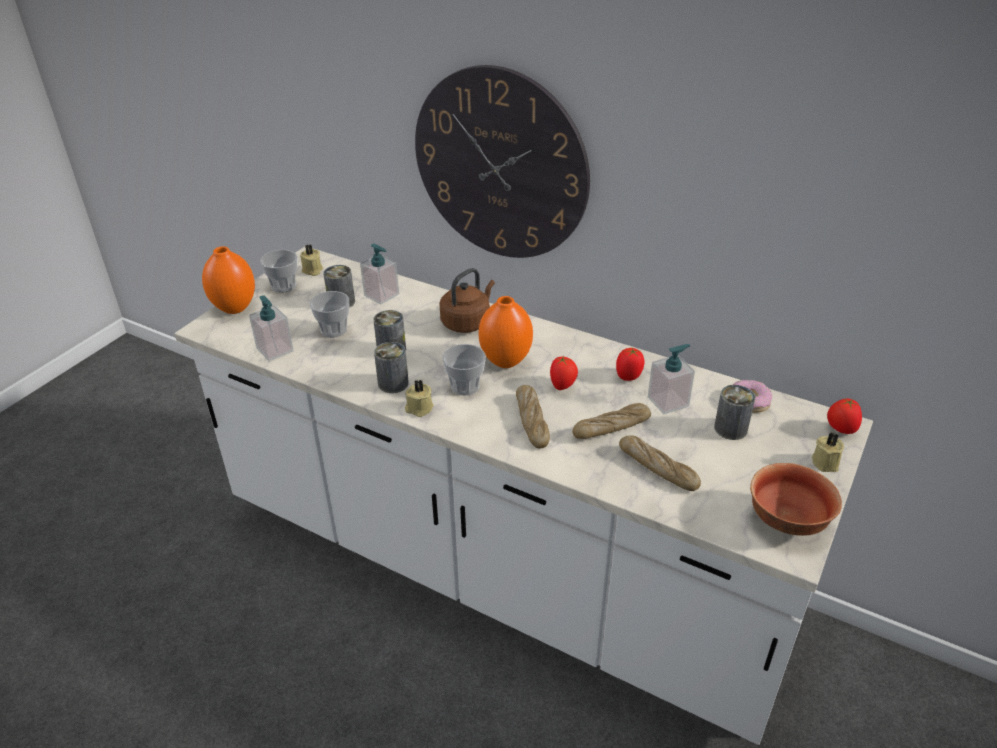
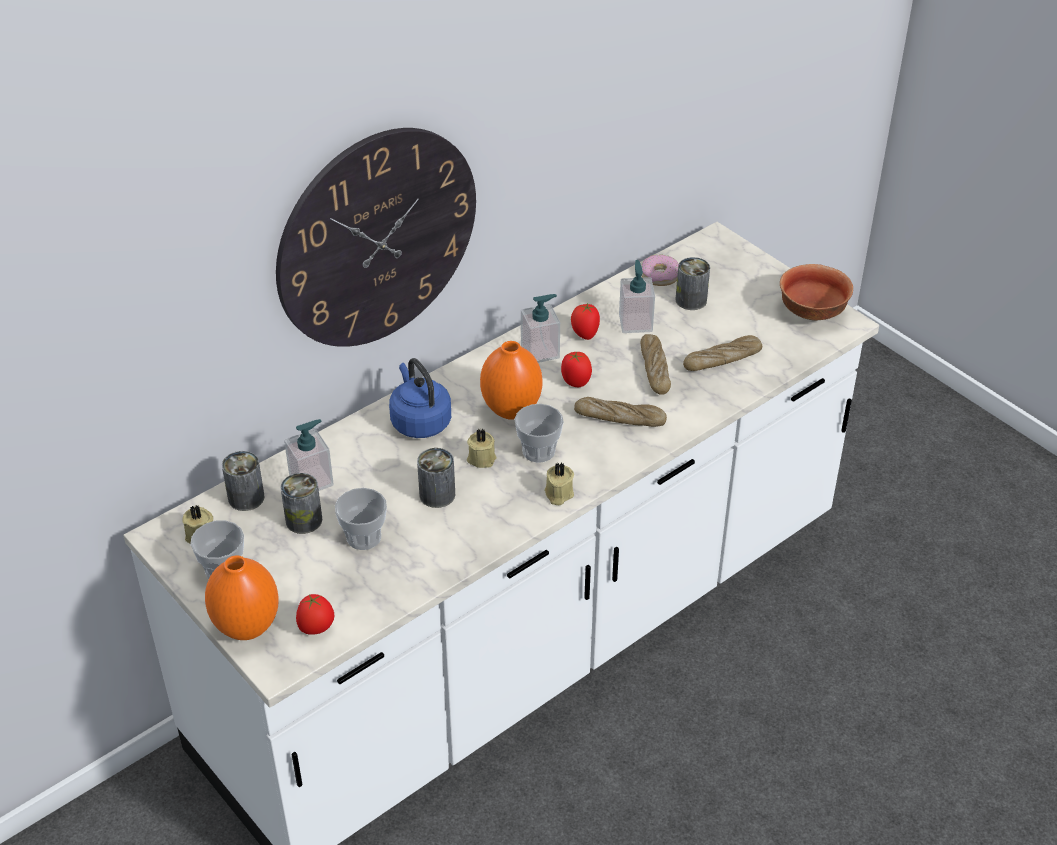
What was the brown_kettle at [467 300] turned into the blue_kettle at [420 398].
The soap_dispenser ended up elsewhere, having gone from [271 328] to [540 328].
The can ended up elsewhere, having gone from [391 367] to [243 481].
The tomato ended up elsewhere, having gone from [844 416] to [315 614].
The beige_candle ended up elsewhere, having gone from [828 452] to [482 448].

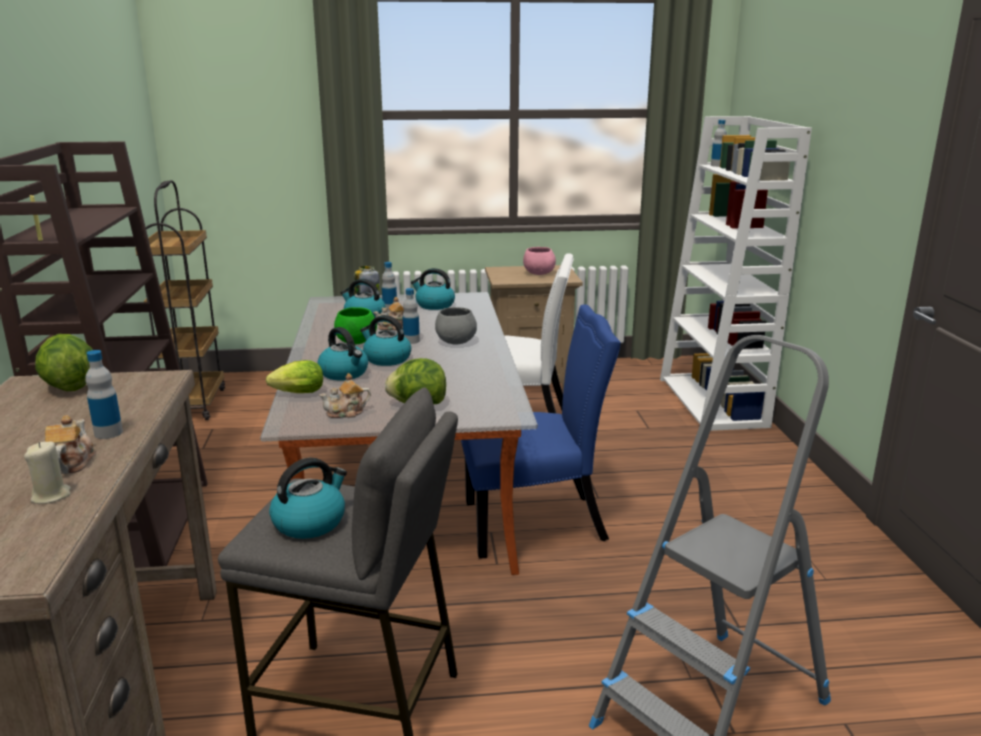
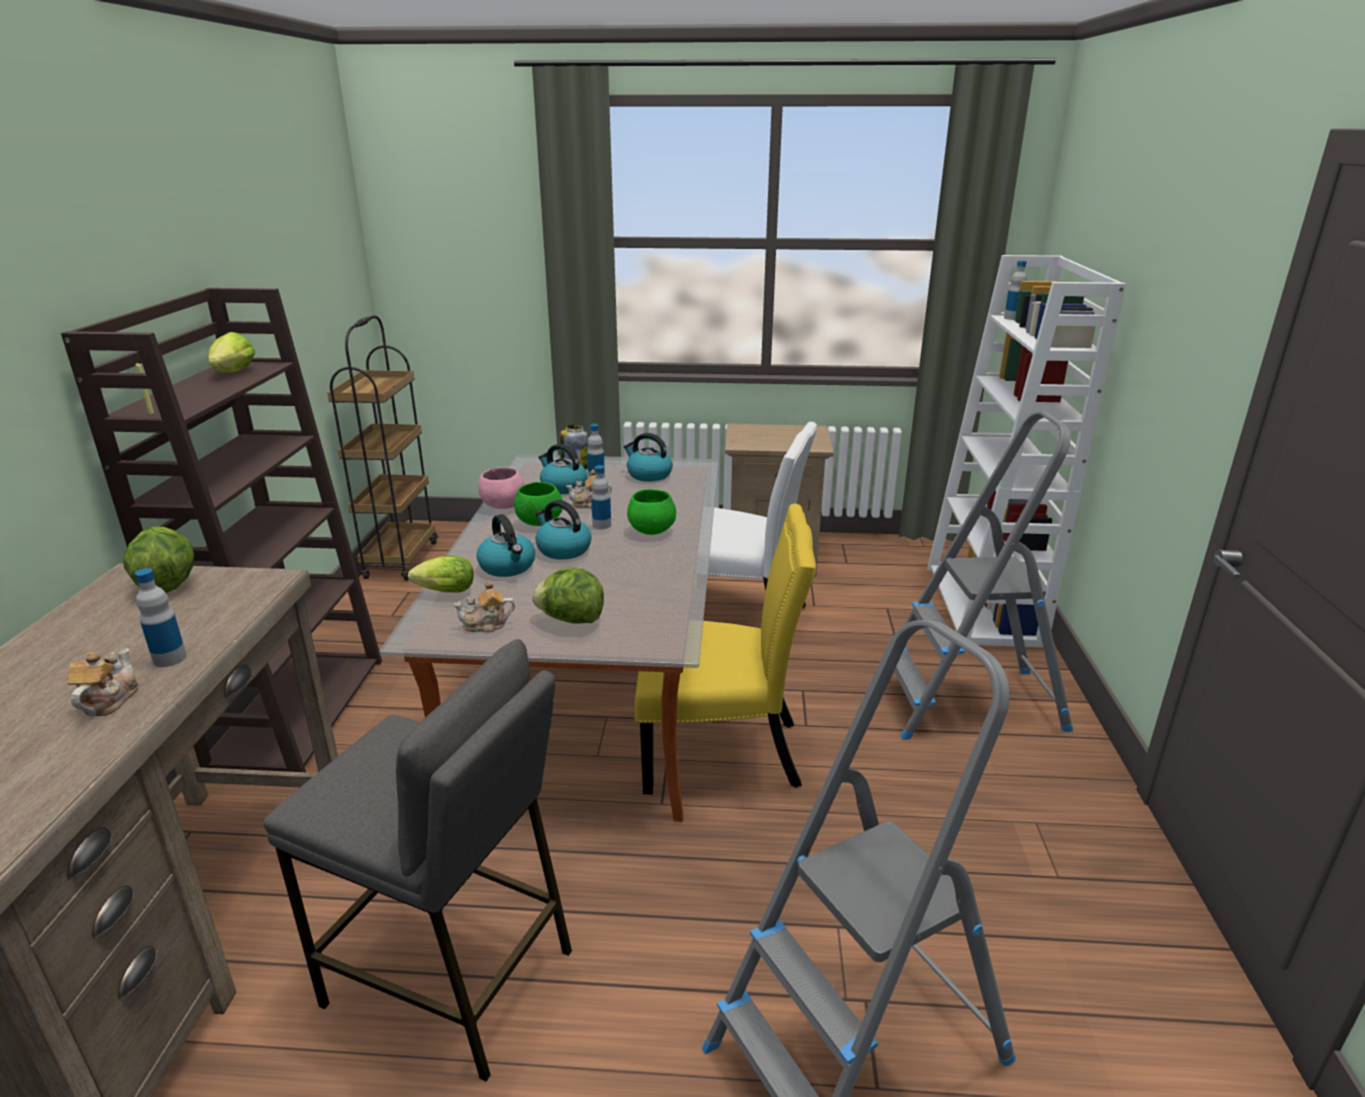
The pink_bowl ended up elsewhere, having gone from [539 261] to [501 488].
What was the blue_chair at [541 431] turned into the yellow_chair at [725 649].
What was the grey_bowl at [456 326] turned into the green_bowl at [651 512].
The second view lost the beige_candle at [47 472].
The second view lost the kettle at [308 498].
The second view gained the lettuce at [232 352].
The second view gained the grey_step_ladder at [979 575].

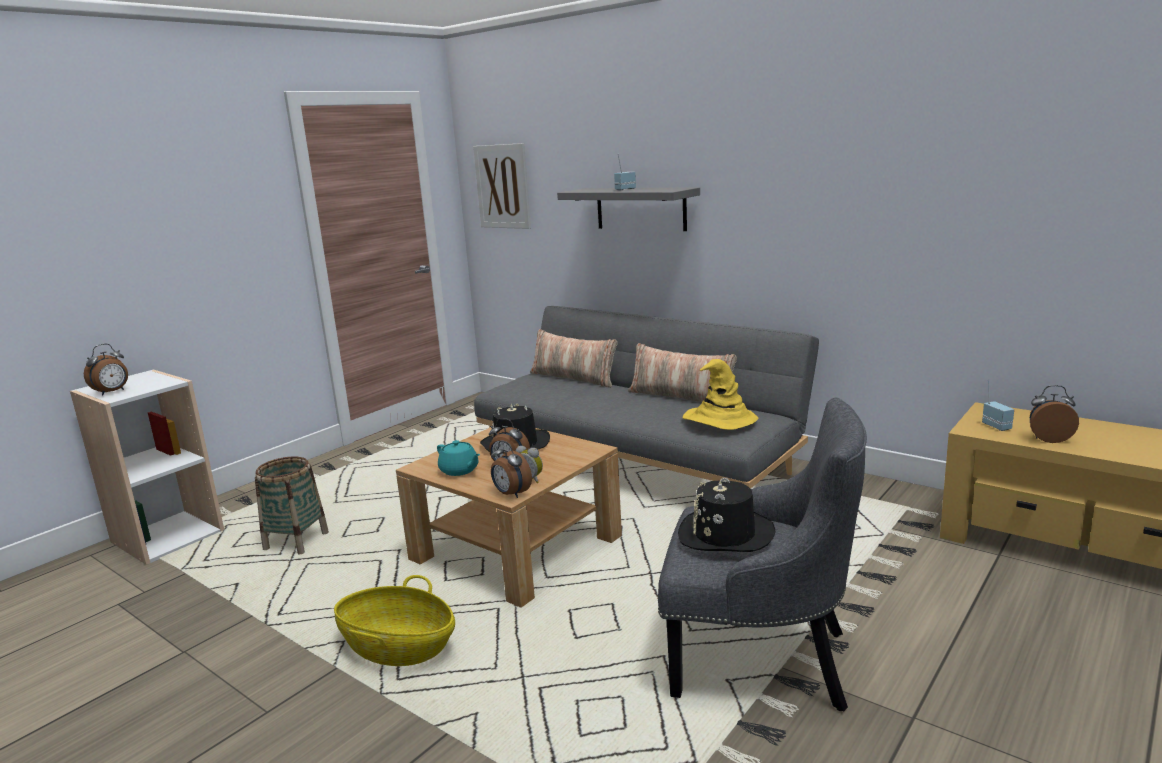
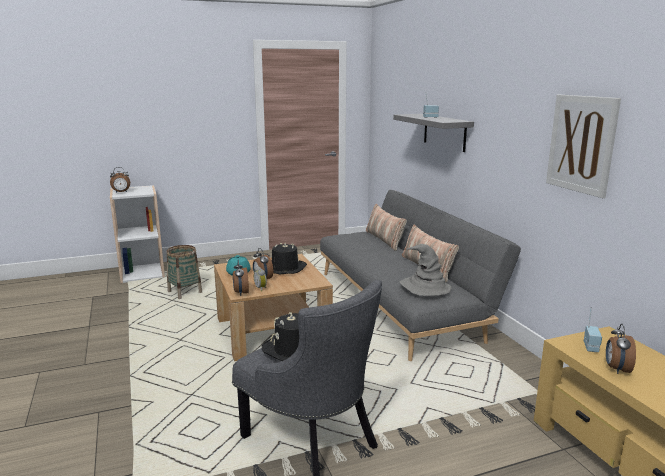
The picture ended up elsewhere, having gone from [502 186] to [583 146].
What was the yellow_hat at [720 394] turned into the grey_hat at [426 270].
The alarm_clock at [1054 414] ended up facing another way, 120 degrees counterclockwise from before.
The second view lost the basket at [394 620].

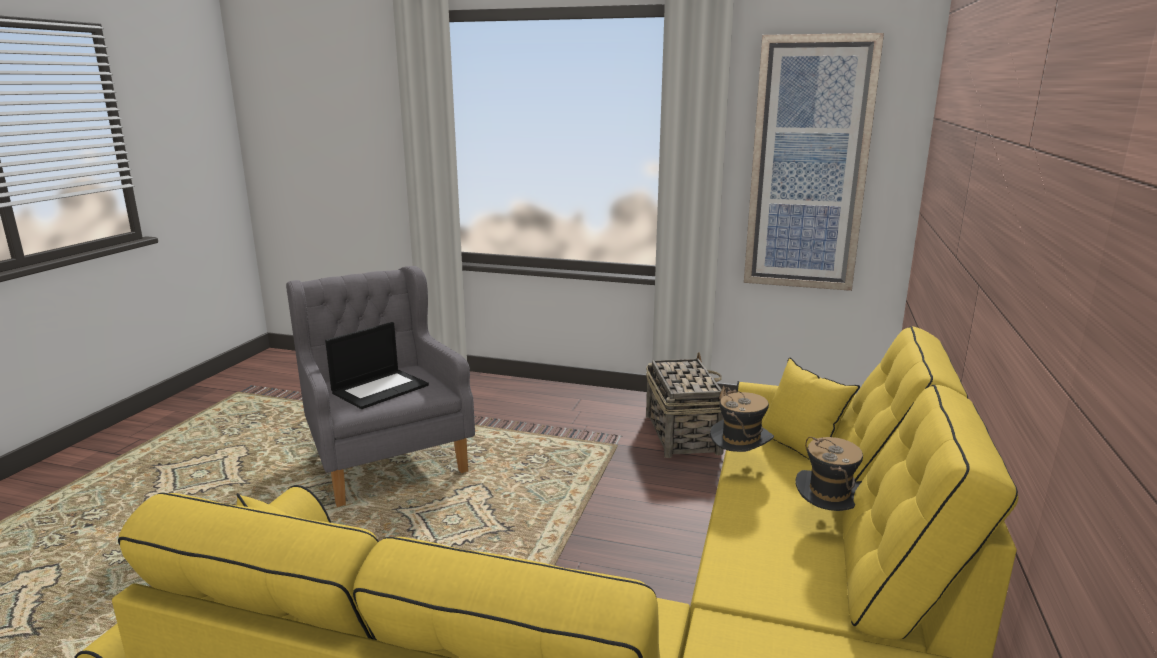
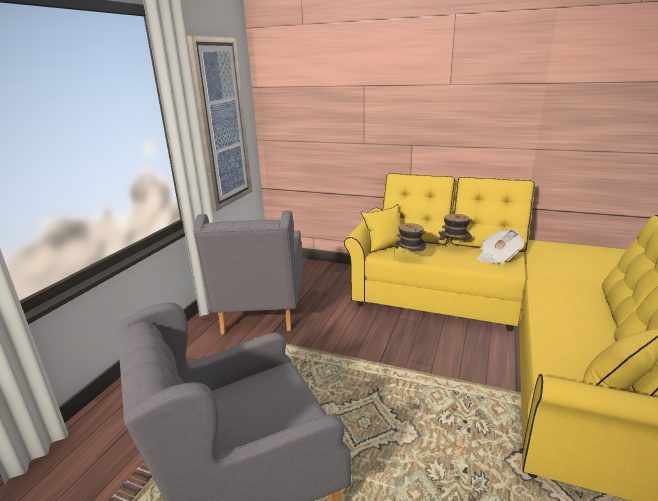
The second view lost the laptop at [377 365].
Where the basket stood at [686 405], the grey_armchair came to stand at [248 272].
The second view gained the newspaper at [501 247].

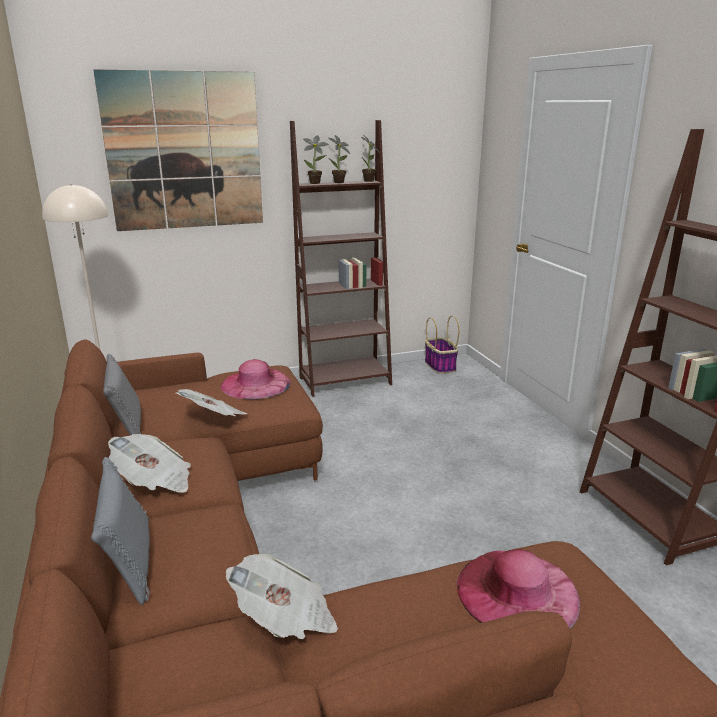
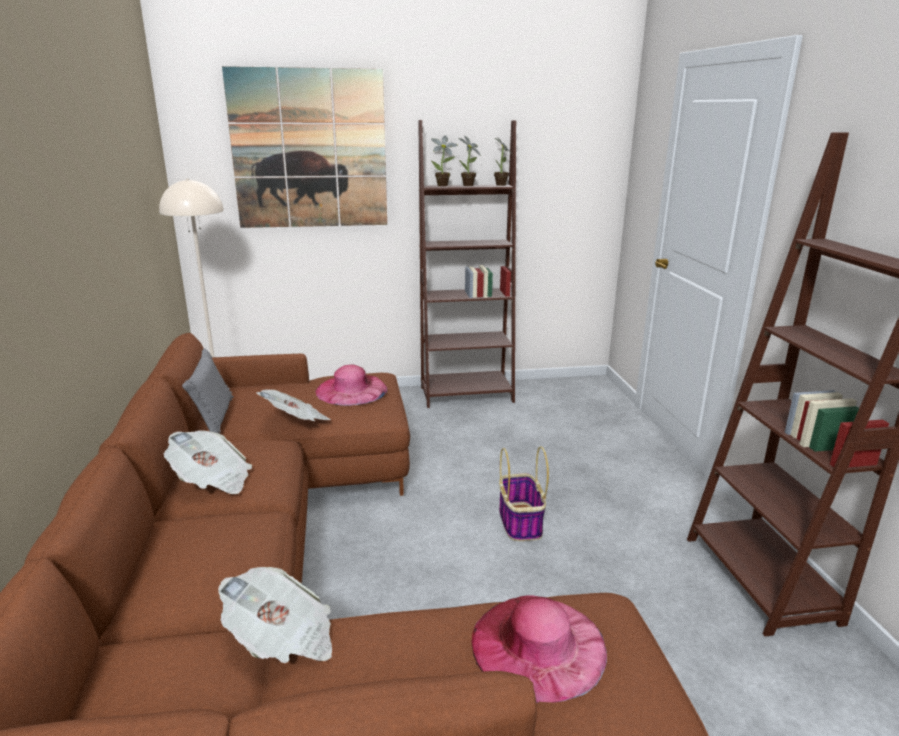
The basket ended up elsewhere, having gone from [442 344] to [524 493].
The second view lost the grey_pillow at [120 531].

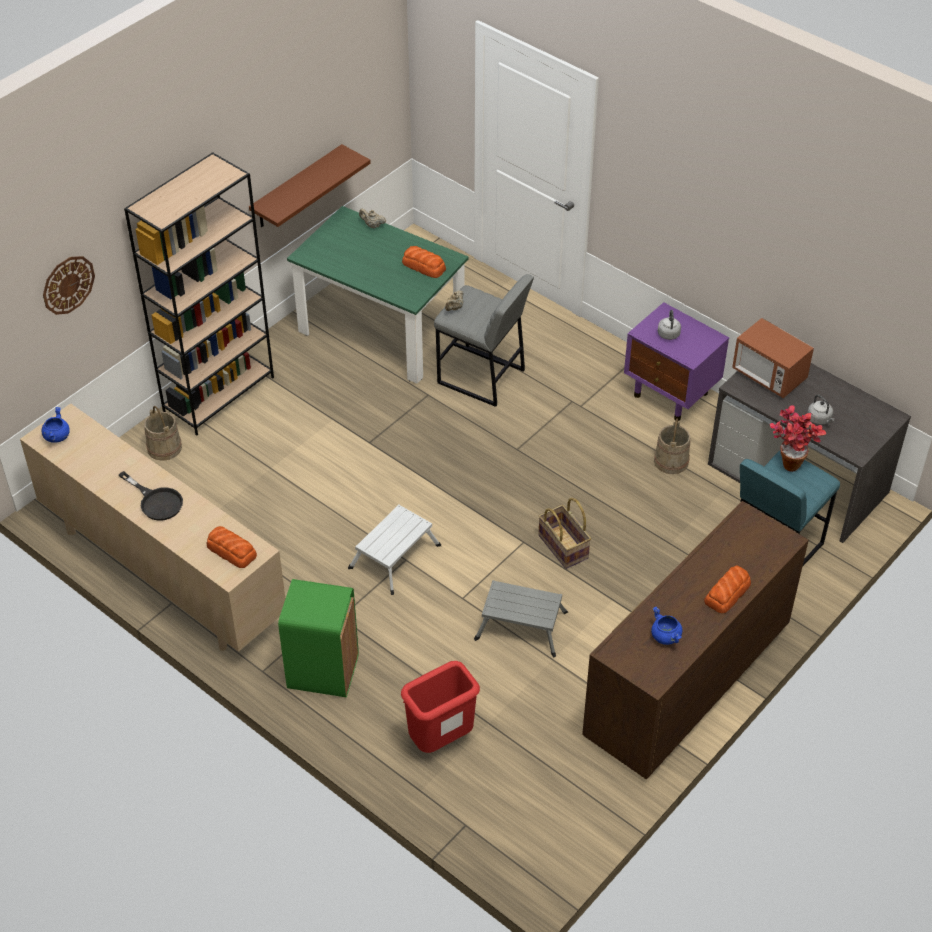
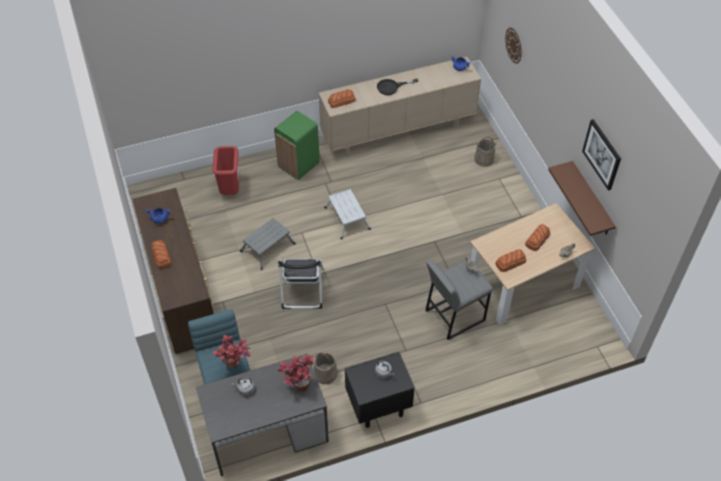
The second view lost the beige_bookcase at [199 293].
What was the green_dining_table at [378 295] turned into the beige_dining_table at [532 264].
What was the purple_nightstand at [676 361] turned into the black_nightstand at [380 390].
Where the microwave stood at [773 358], the potted_plant came to stand at [296 373].
Where the basket stood at [564 533], the step_ladder came to stand at [300 284].
The second view gained the picture at [601 155].
The second view gained the bread at [537 237].

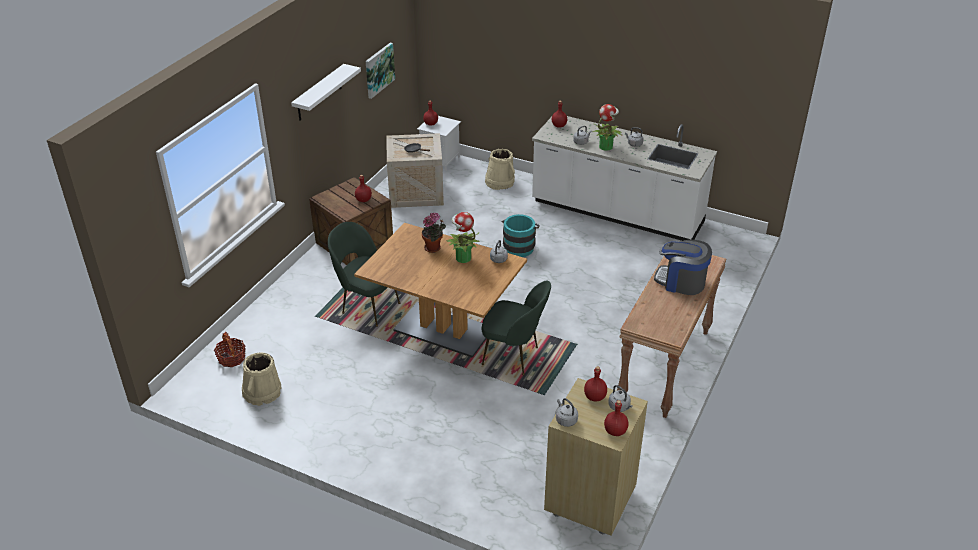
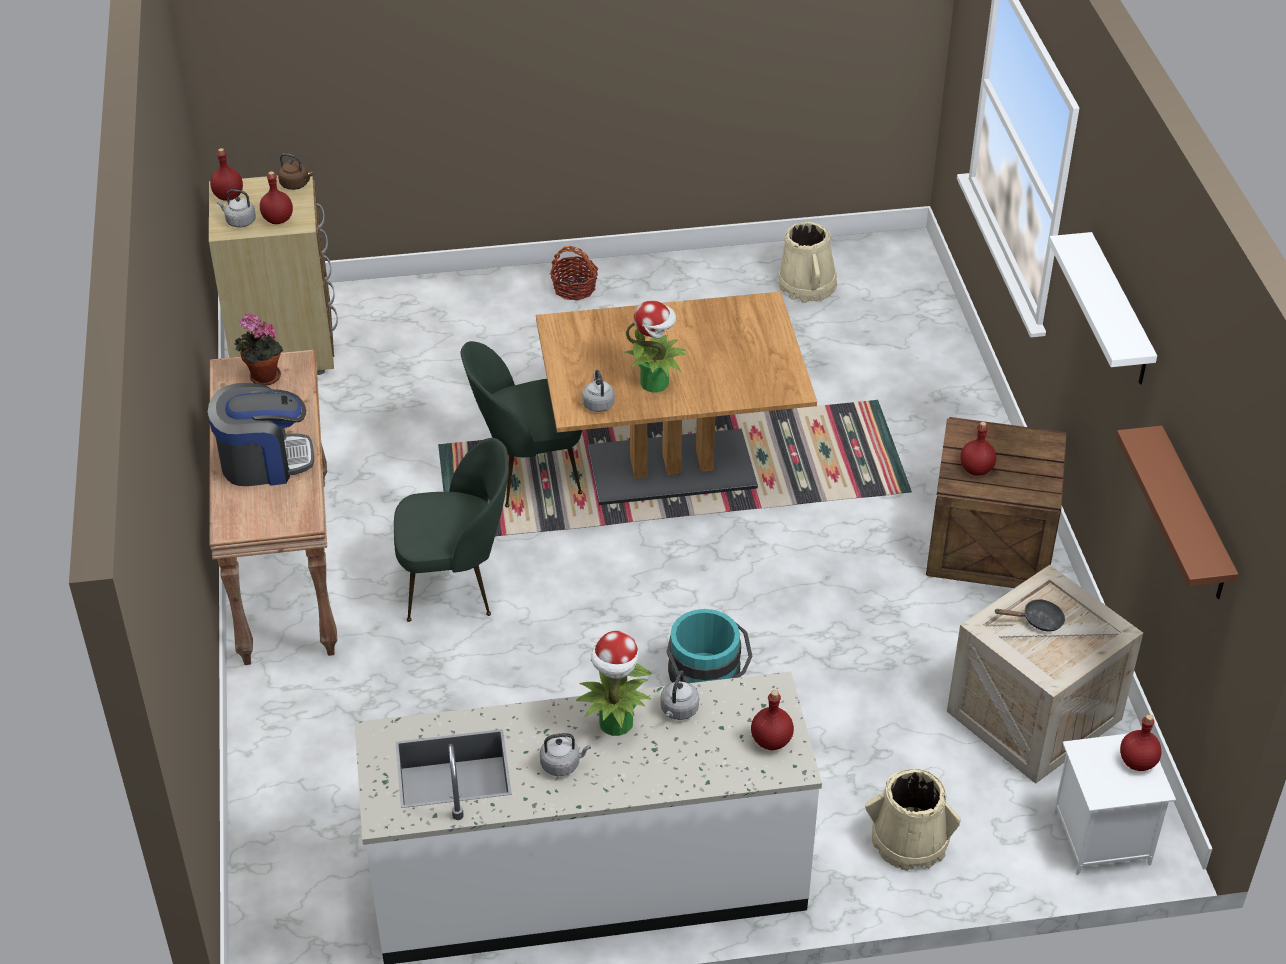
Where the picture hung at [380 71], the brown_shelf came to hang at [1177 512].
The potted_plant ended up elsewhere, having gone from [434 232] to [258 350].
The green_chair ended up elsewhere, having gone from [364 274] to [451 530].
The basket ended up elsewhere, having gone from [230 349] to [574 273].
What was the grey_kettle at [567 412] turned into the brown_kettle at [295 171].

